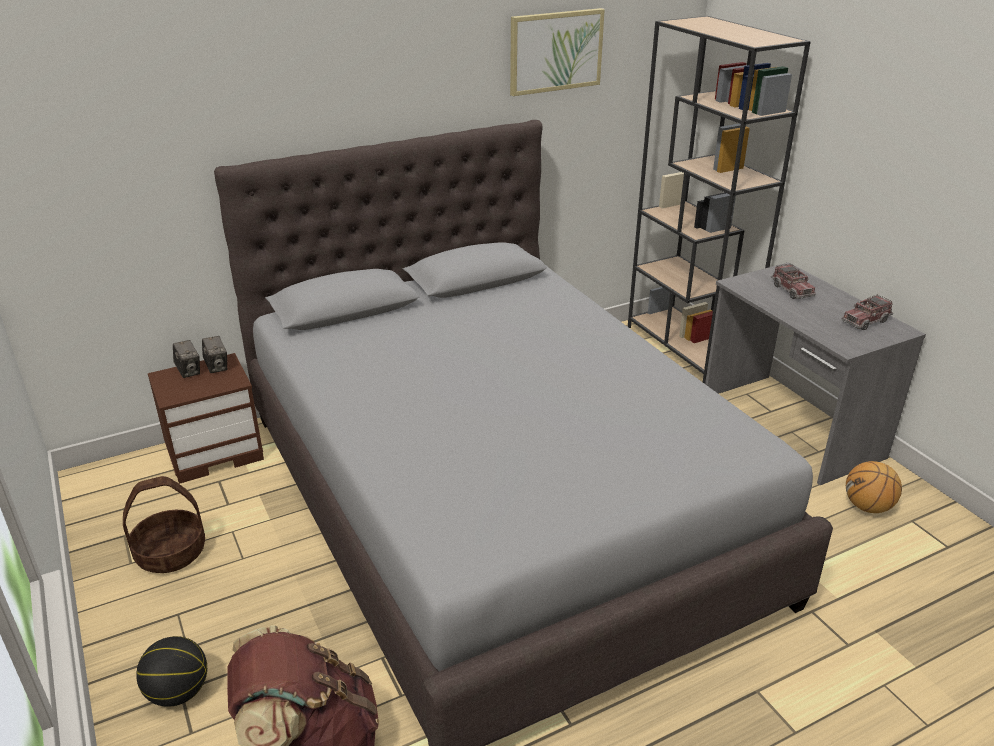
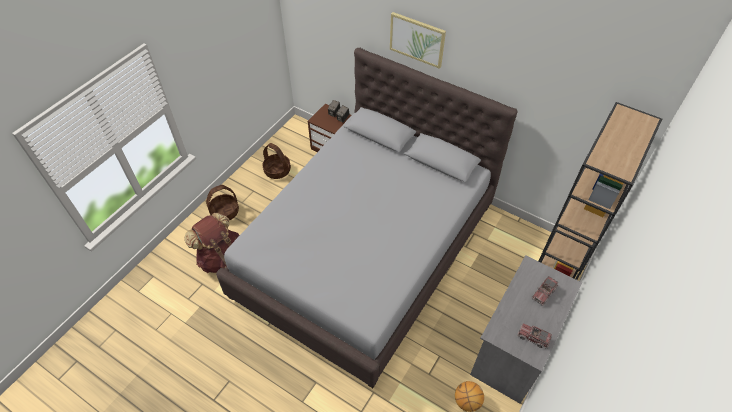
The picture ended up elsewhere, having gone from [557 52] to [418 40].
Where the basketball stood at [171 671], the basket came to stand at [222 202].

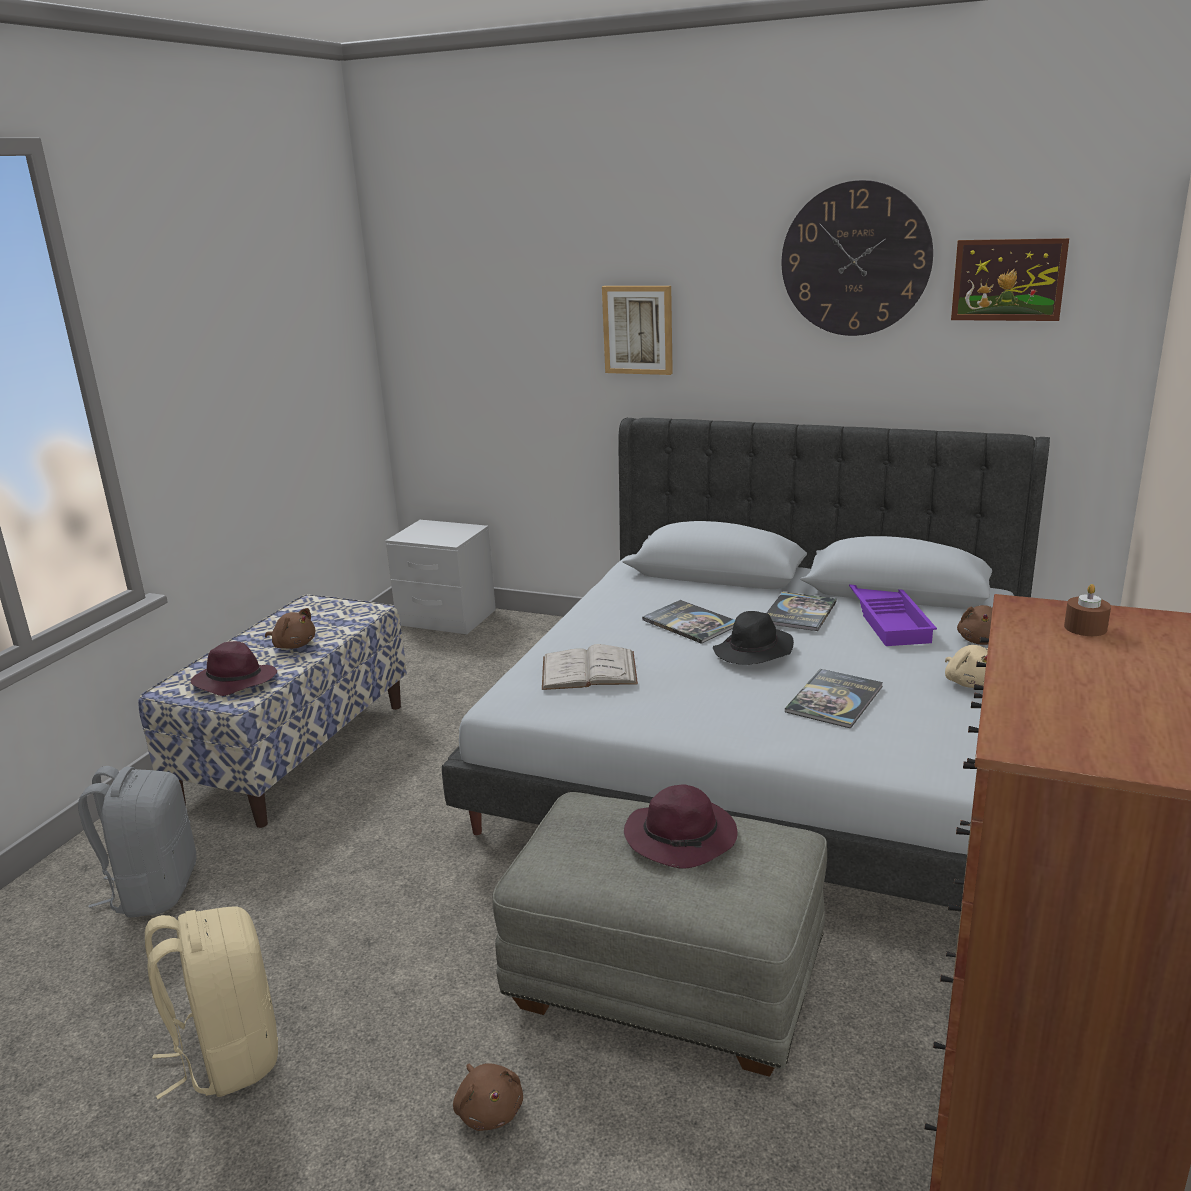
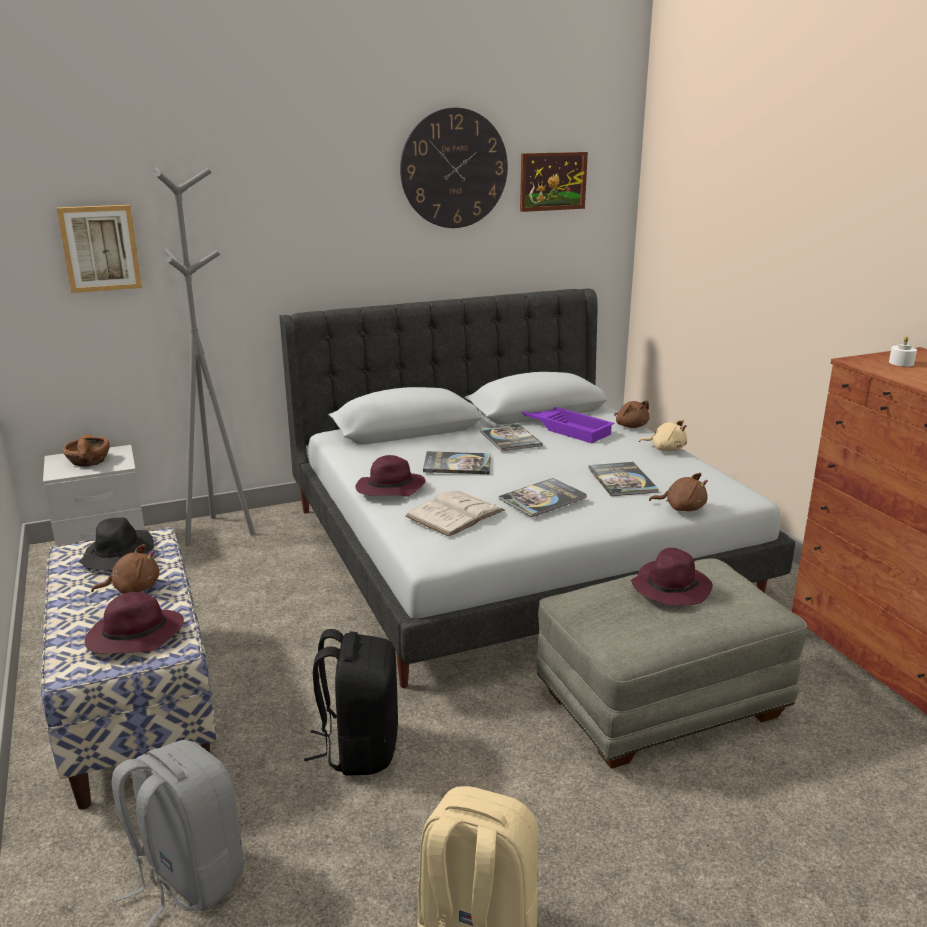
The picture ended up elsewhere, having gone from [637 330] to [99 249].
What was the brown_candle at [1087 610] turned into the white_candle at [903 351].
The black_hat ended up elsewhere, having gone from [753 638] to [116 543].
The brown_plush_toy ended up elsewhere, having gone from [488 1097] to [678 492].
The second view gained the grey_clothes_rack at [204 357].
The second view gained the brown_bowl at [86 451].
The second view gained the purple_hat at [390 476].
The second view gained the book at [543 497].
The second view gained the black_backpack at [351 702].

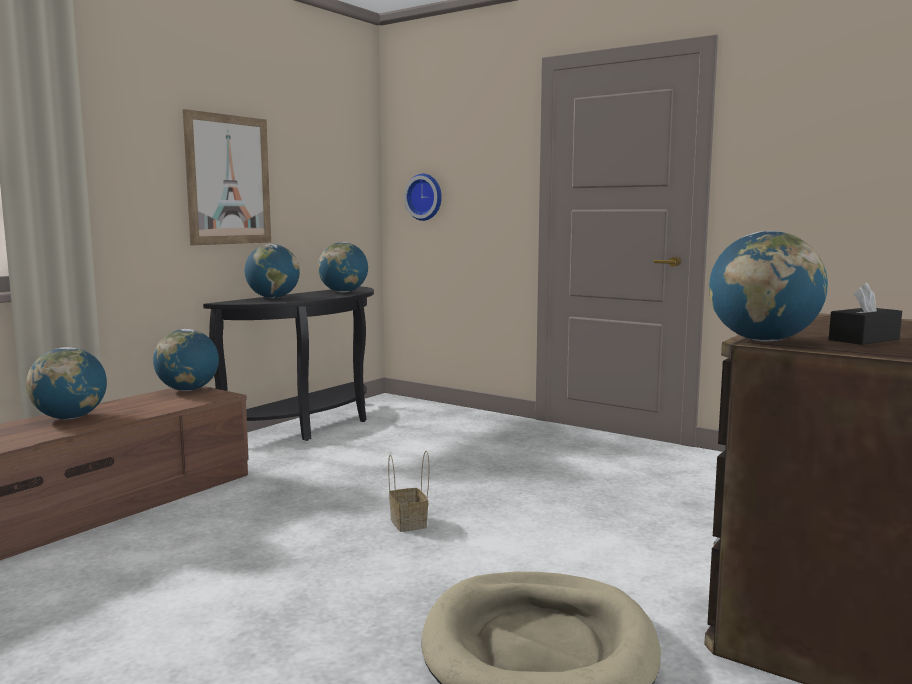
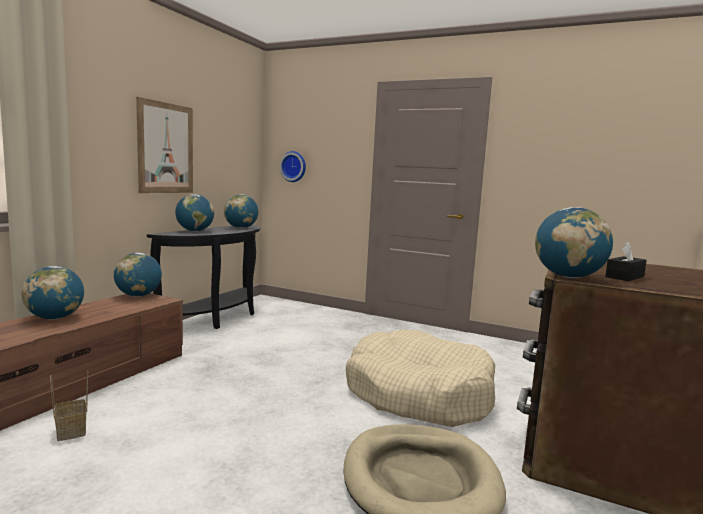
The basket ended up elsewhere, having gone from [408 491] to [69 405].
The second view gained the beige_dog_bed at [420 378].

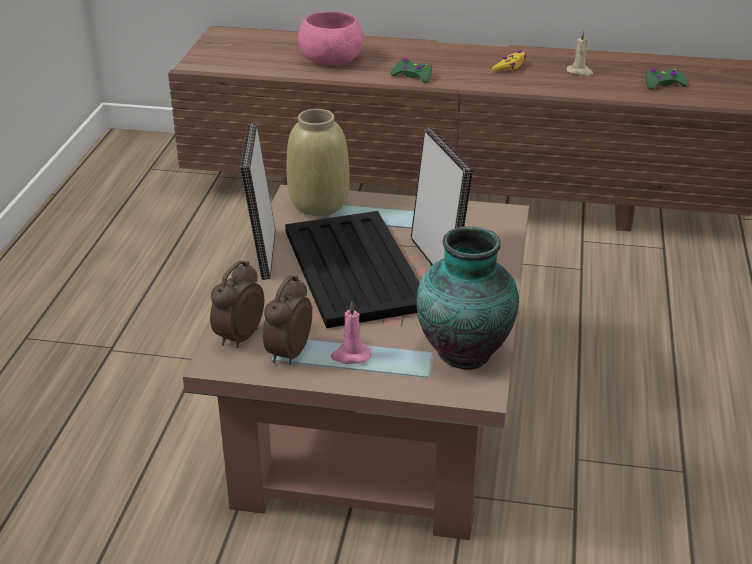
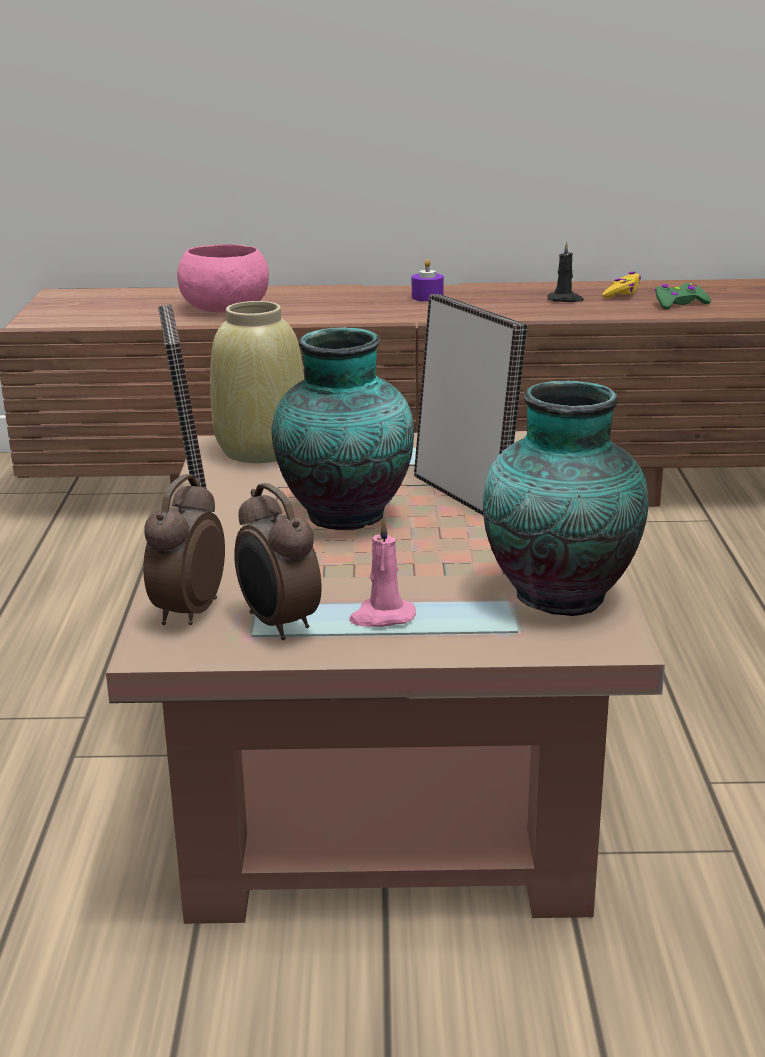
What was the beige_candle at [580 52] turned into the black_candle at [566 272].
The yellow_game_controller ended up elsewhere, having gone from [509 61] to [621 285].
The second view lost the green_game_controller at [411 70].
Where the black_tray stood at [352 269], the vase came to stand at [342 428].
The alarm_clock at [287 320] ended up facing another way, 45 degrees counterclockwise from before.
The second view gained the purple_candle at [428 280].

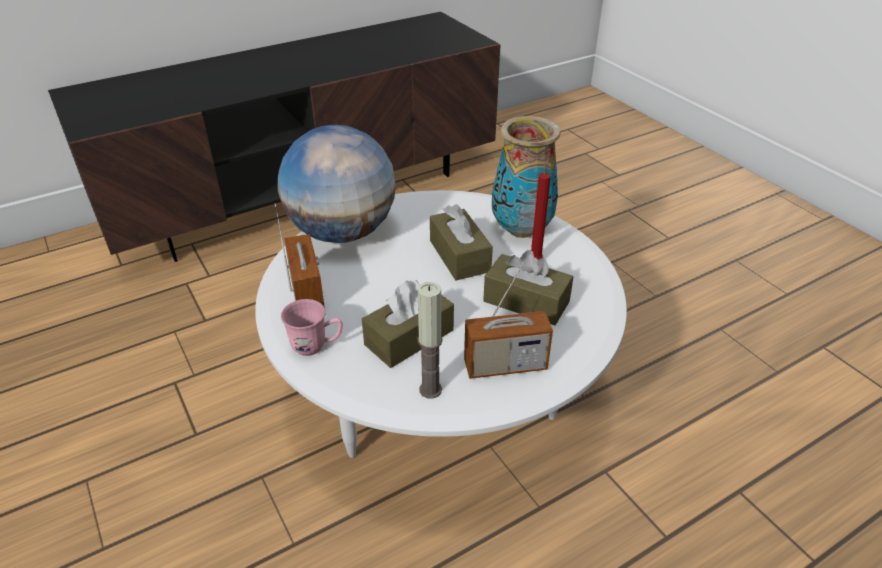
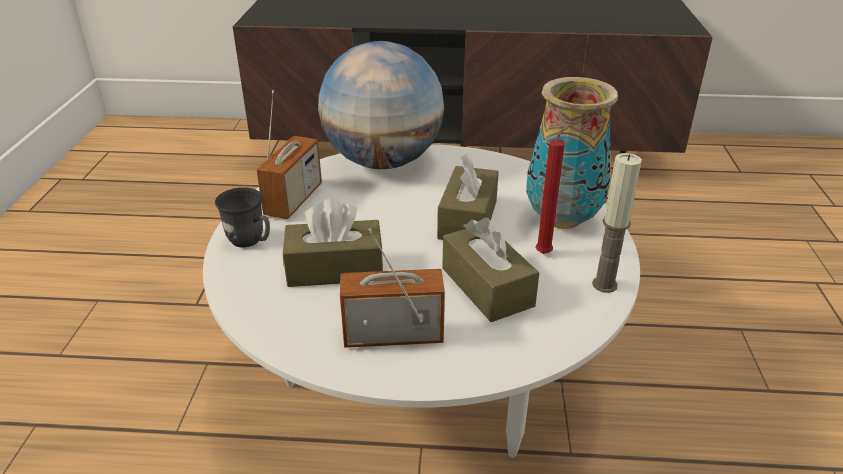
The radio at [508 320] ended up facing another way, 150 degrees clockwise from before.
The candle ended up elsewhere, having gone from [430 340] to [617 223].
What was the pink_mug at [312 327] turned into the grey_mug at [242 217].

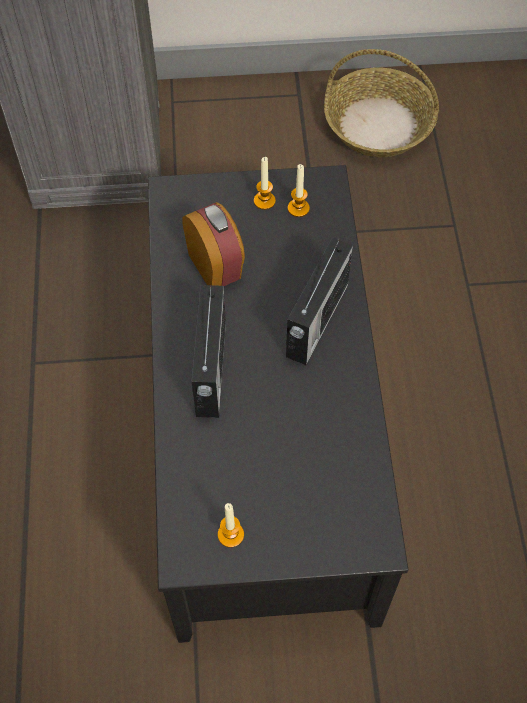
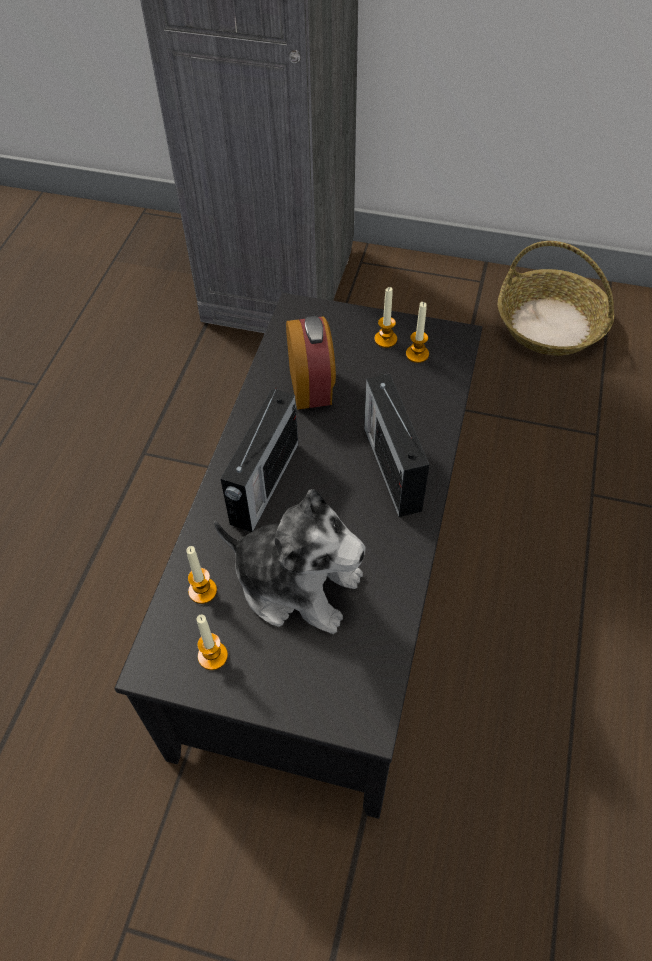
The radio at [319 301] ended up facing another way, 120 degrees clockwise from before.
The second view gained the plush_toy at [290 561].
The second view gained the candle at [201 575].

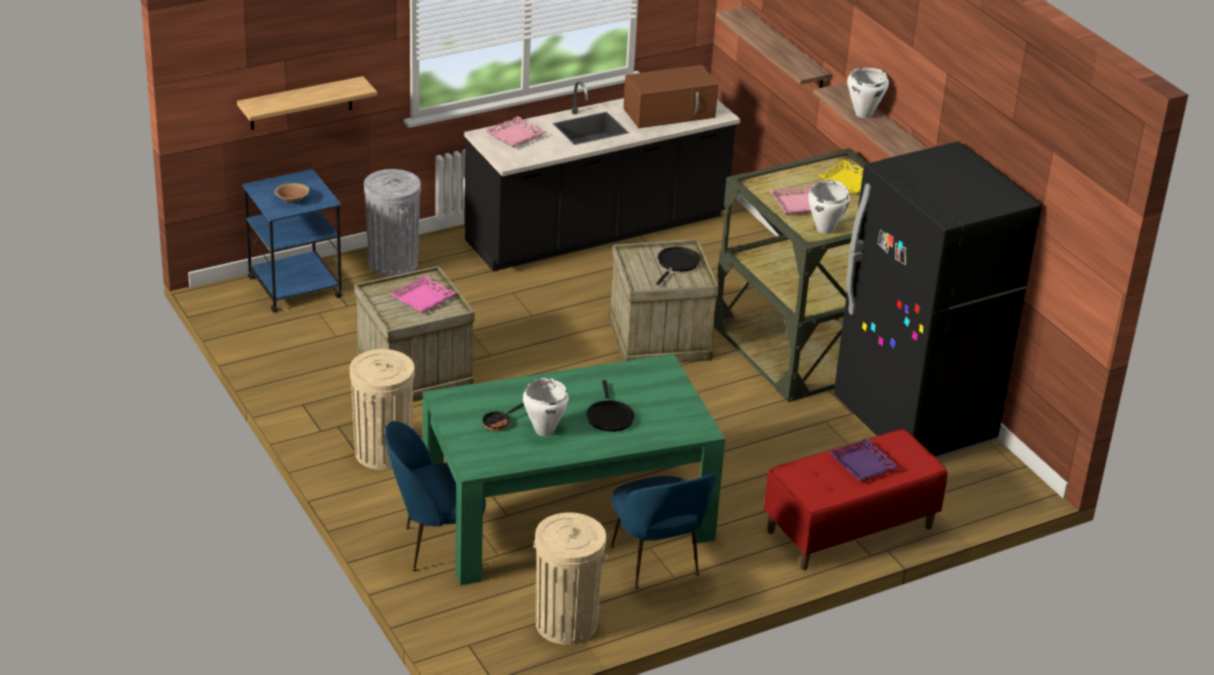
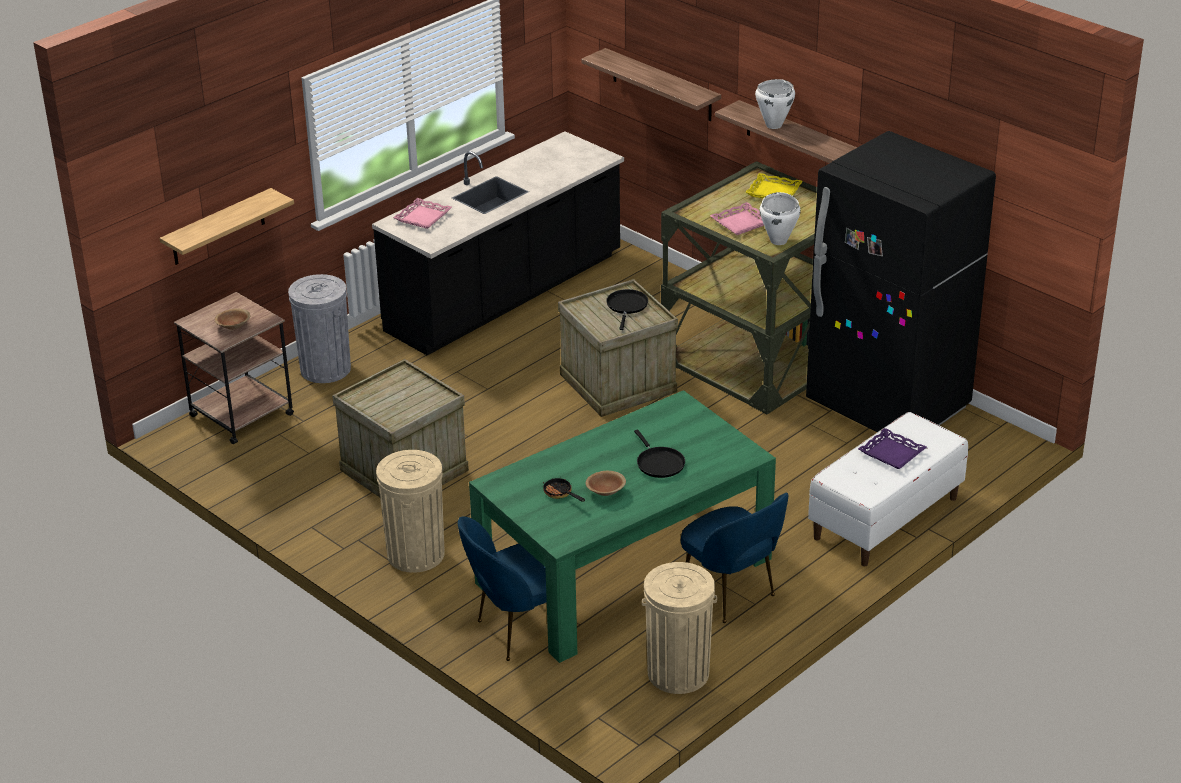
The second view lost the brown_microwave at [670 96].
What was the blue_cart at [292 240] turned into the brown_cart at [234 368].
The second view lost the pink_tray at [423 294].
Where the white_cooking_pot stood at [546 407], the brown_bowl came to stand at [606 483].
The frying_pan at [503 417] ended up facing another way, 105 degrees clockwise from before.
What was the red_bench at [855 499] turned into the white_bench at [888 489].

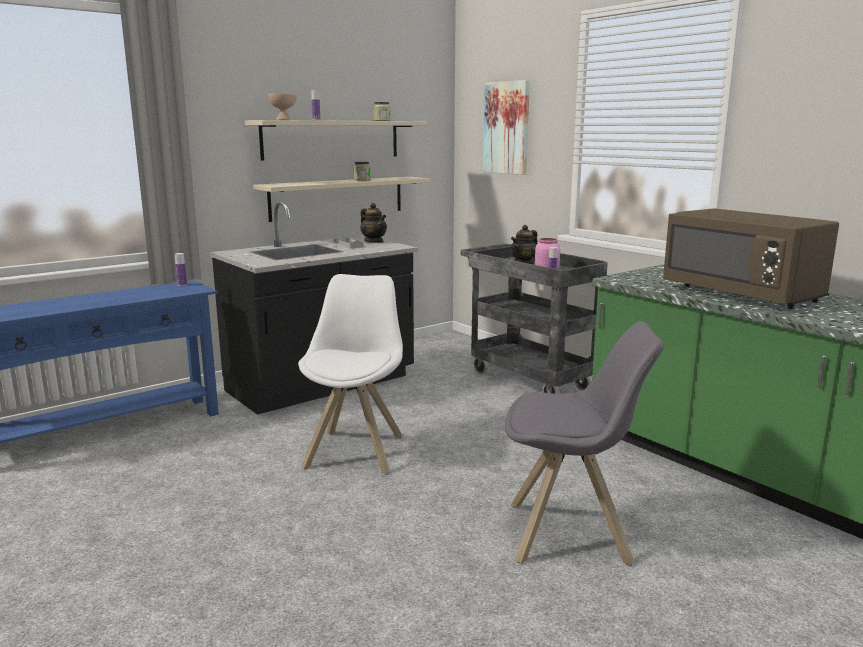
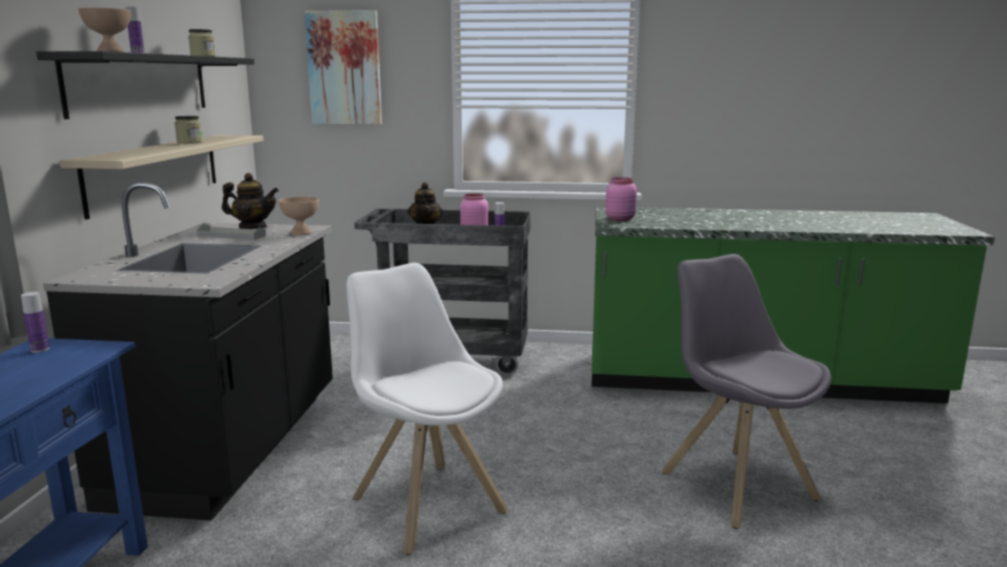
What was the beige_shelf at [336 140] turned into the black_shelf at [145 85].
The second view lost the brown_microwave at [751 258].
The grey_chair at [584 443] ended up facing another way, 75 degrees counterclockwise from before.
The second view gained the pink_jar at [621 199].
The second view gained the beige_bowl at [298 216].

